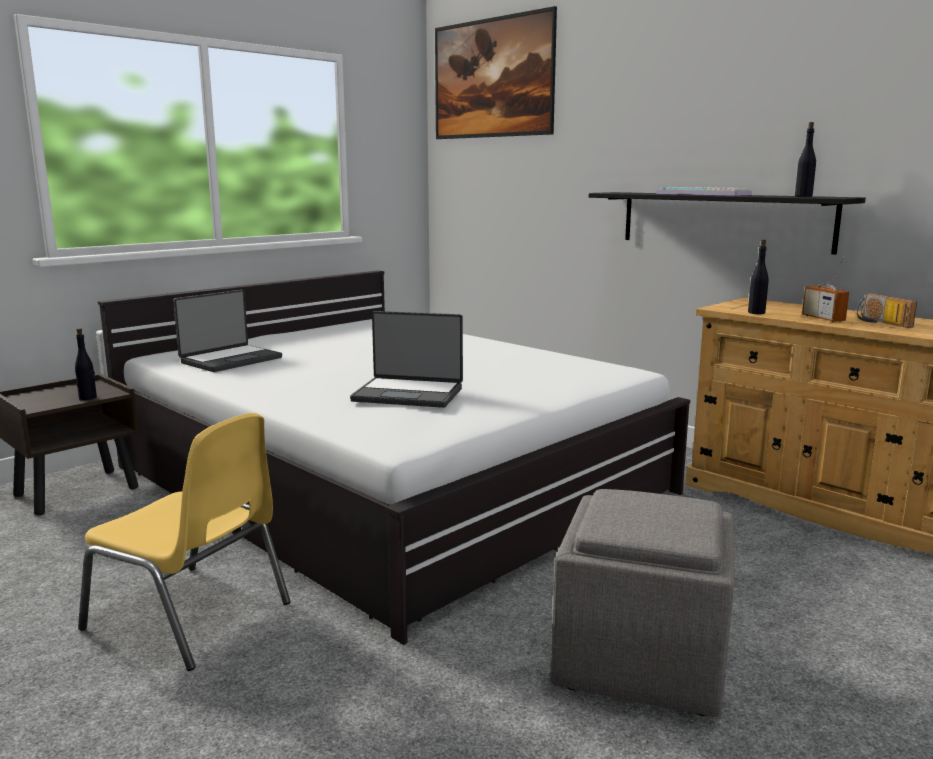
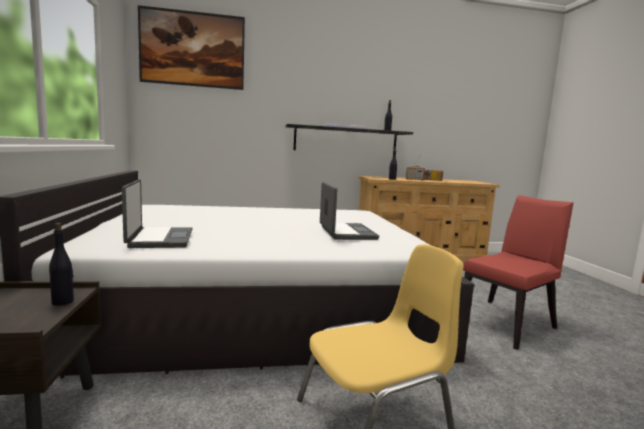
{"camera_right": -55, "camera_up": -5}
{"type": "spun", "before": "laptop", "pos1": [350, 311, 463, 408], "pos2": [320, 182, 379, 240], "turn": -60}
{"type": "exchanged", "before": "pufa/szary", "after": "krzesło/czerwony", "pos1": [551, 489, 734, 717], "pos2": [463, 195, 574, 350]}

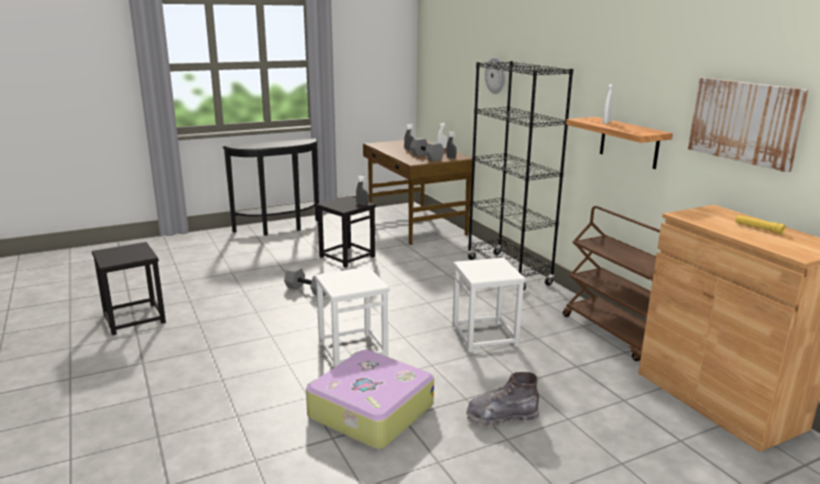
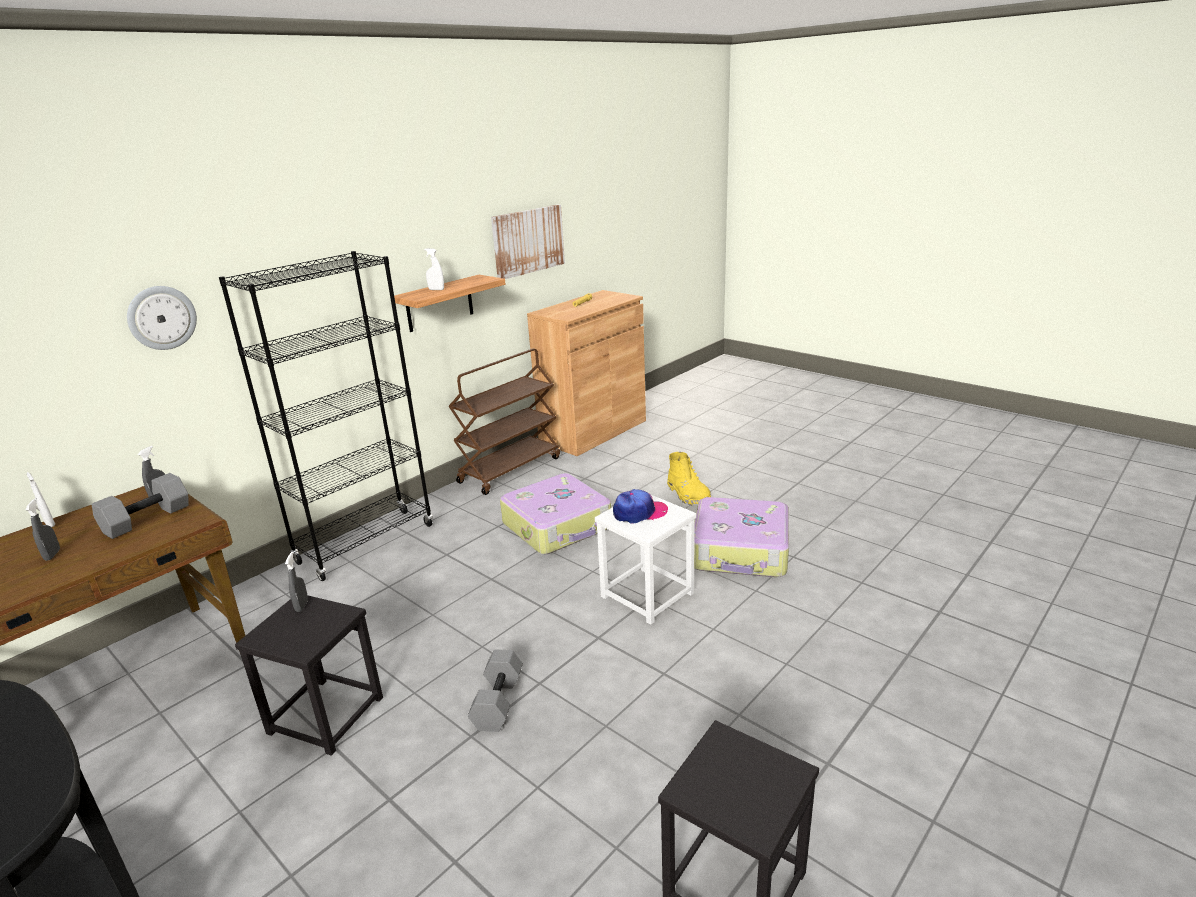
{"camera_right": -110, "camera_up": 5}
{"type": "exchanged", "before": "stołek/biały", "after": "walizka", "pos1": [452, 258, 525, 352], "pos2": [500, 473, 611, 554]}
{"type": "colour", "before": "but z cholewką/szary", "after": "but z cholewką/żółty", "pos1": [466, 372, 540, 427], "pos2": [667, 452, 711, 505]}
{"type": "appeared", "after": "czapka z daszkiem", "pos2": [613, 489, 668, 524]}

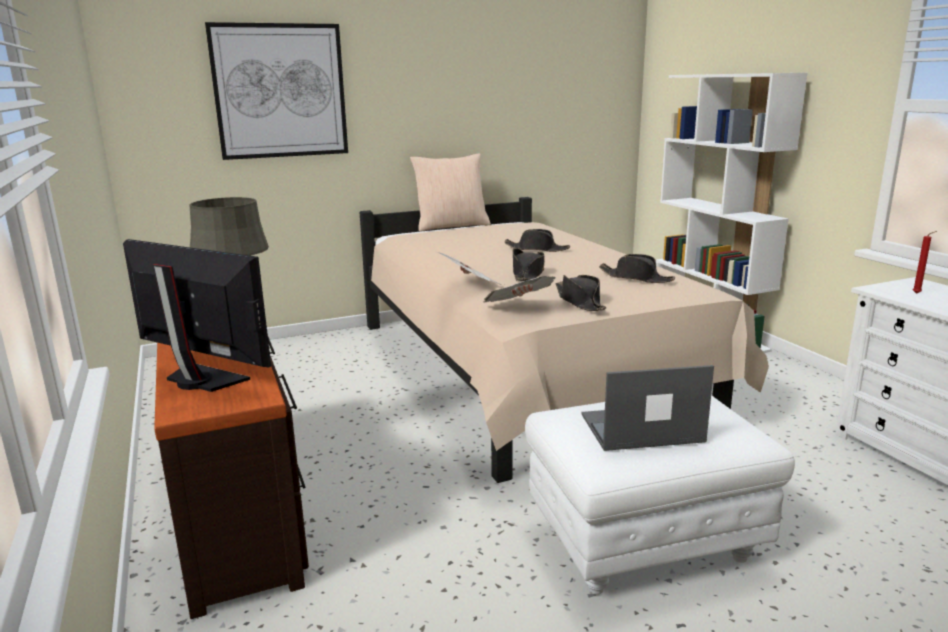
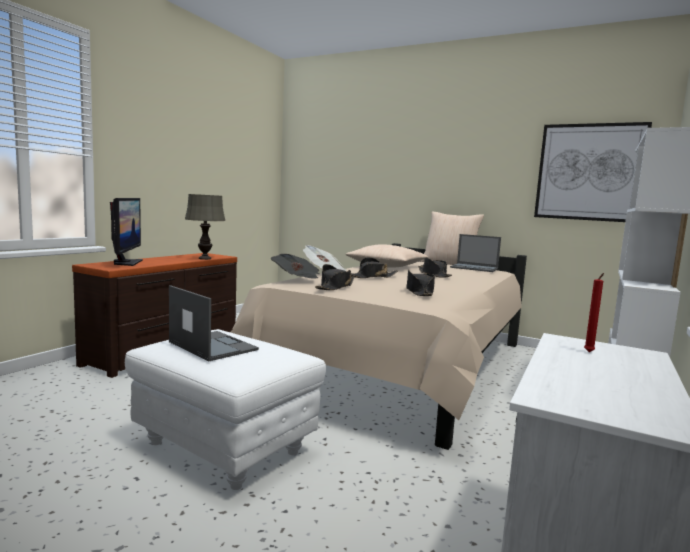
{"camera_right": 50, "camera_up": -10}
{"type": "relocated", "before": "obraz", "pos1": [205, 22, 348, 160], "pos2": [534, 122, 652, 222]}
{"type": "appeared", "after": "laptop", "pos2": [450, 234, 501, 272]}
{"type": "appeared", "after": "poduszka/beżowy", "pos2": [345, 244, 428, 268]}

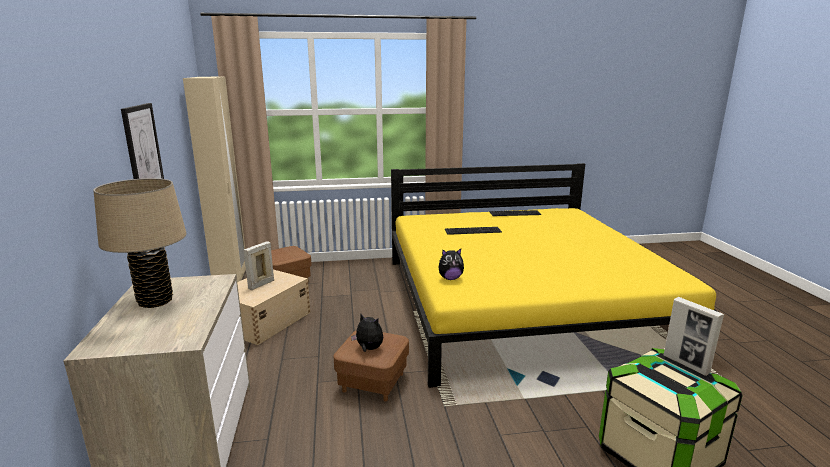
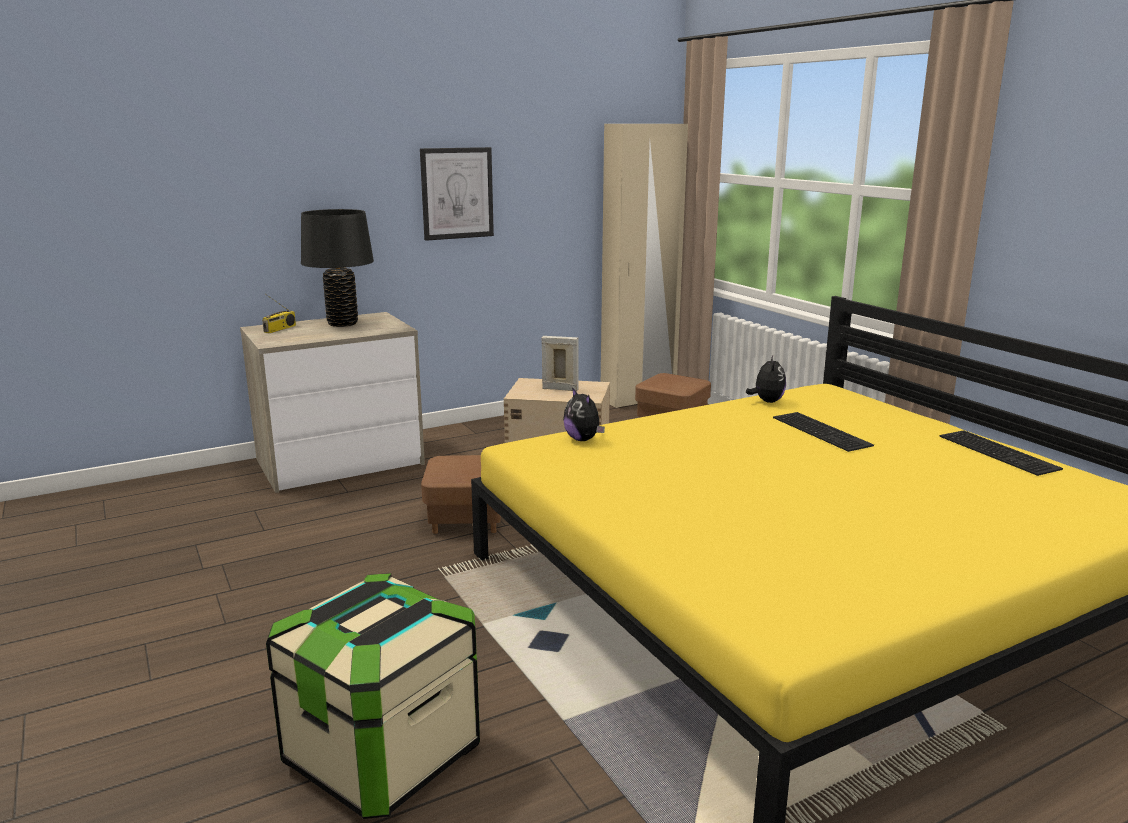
{"camera_right": 70, "camera_up": 0}
{"type": "colour", "before": "lampa stołowa/beżowy", "after": "lampa stołowa/czarny", "pos1": [94, 178, 187, 308], "pos2": [301, 209, 374, 327]}
{"type": "missing", "before": "ramka na zdjęcie", "pos1": [664, 297, 724, 376]}
{"type": "relocated", "before": "pluszak", "pos1": [351, 314, 383, 352], "pos2": [746, 356, 786, 403]}
{"type": "appeared", "after": "radio", "pos2": [262, 294, 296, 333]}

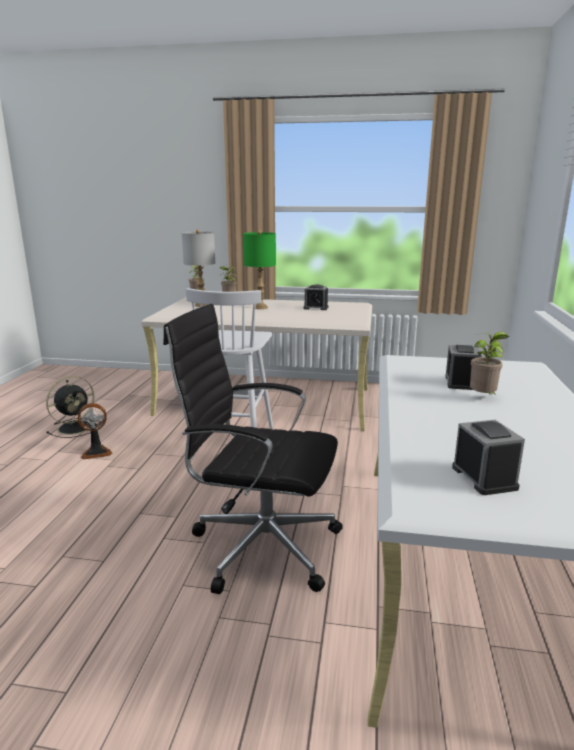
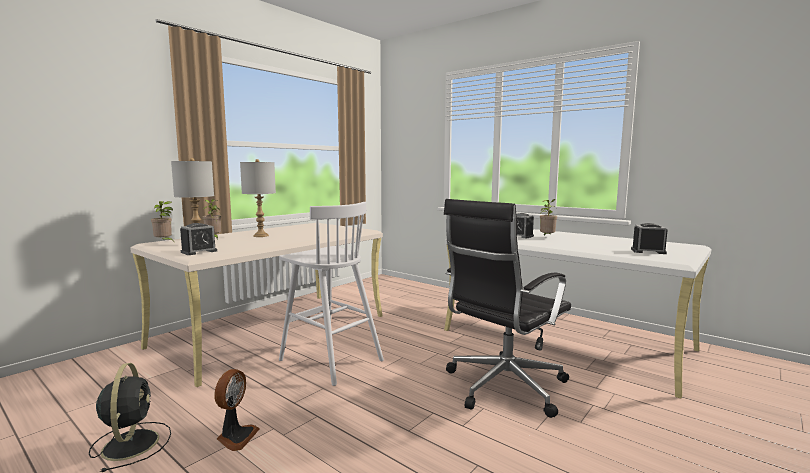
{"camera_right": -60, "camera_up": -10}
{"type": "colour", "before": "lampa stołowa/zielony", "after": "lampa stołowa/szary", "pos1": [243, 230, 276, 309], "pos2": [240, 159, 276, 237]}
{"type": "relocated", "before": "budzik", "pos1": [303, 284, 329, 310], "pos2": [180, 223, 217, 255]}

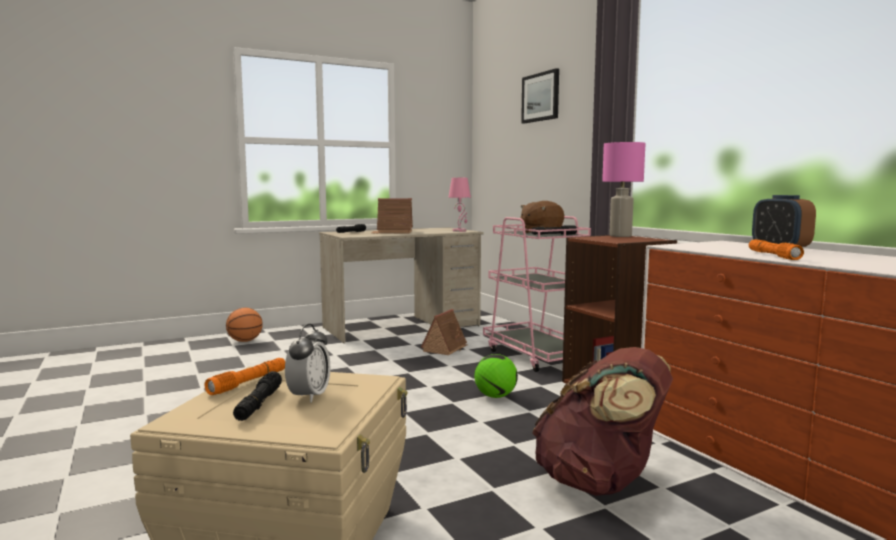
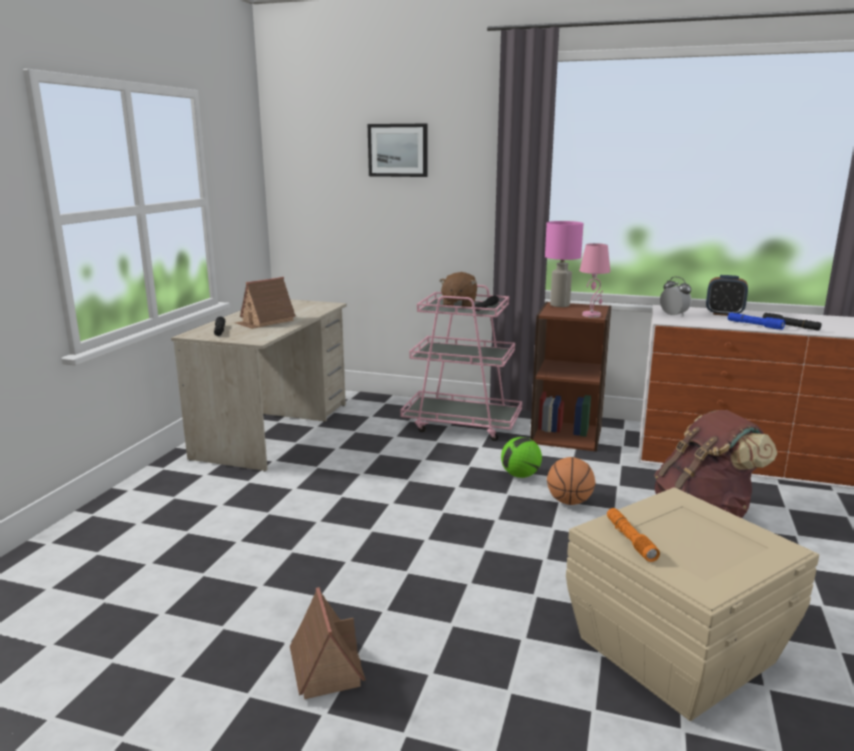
{"camera_right": -45, "camera_up": 10}
{"type": "relocated", "before": "lampa stołowa/różowy", "pos1": [448, 178, 471, 232], "pos2": [579, 243, 610, 318]}
{"type": "colour", "before": "latarka/pomarańczowy", "after": "latarka/niebieski", "pos1": [749, 239, 804, 260], "pos2": [728, 313, 785, 330]}
{"type": "relocated", "before": "piłka do koszykówki", "pos1": [226, 308, 263, 342], "pos2": [547, 457, 595, 505]}
{"type": "relocated", "before": "domek", "pos1": [421, 309, 468, 355], "pos2": [290, 587, 366, 699]}
{"type": "relocated", "before": "budzik", "pos1": [285, 324, 330, 403], "pos2": [660, 277, 691, 317]}
{"type": "relocated", "before": "latarka/czarny", "pos1": [233, 371, 282, 421], "pos2": [762, 313, 822, 331]}

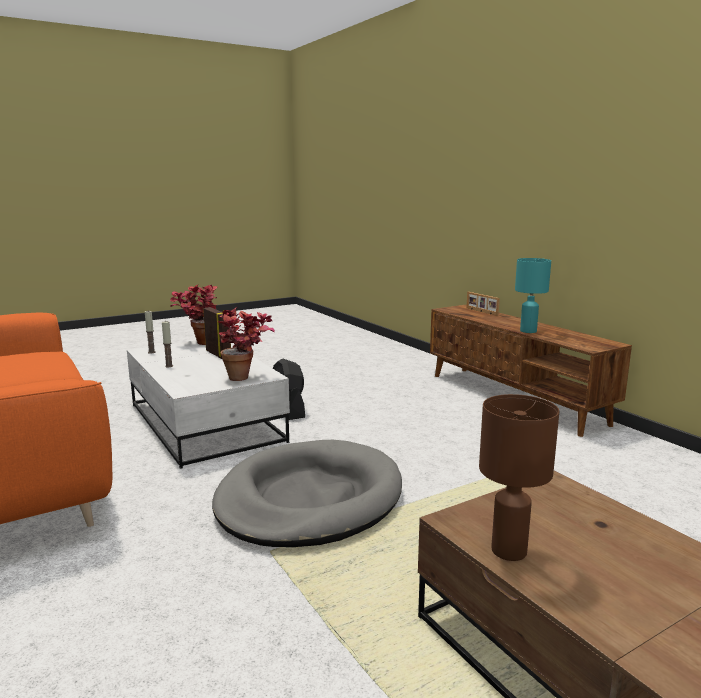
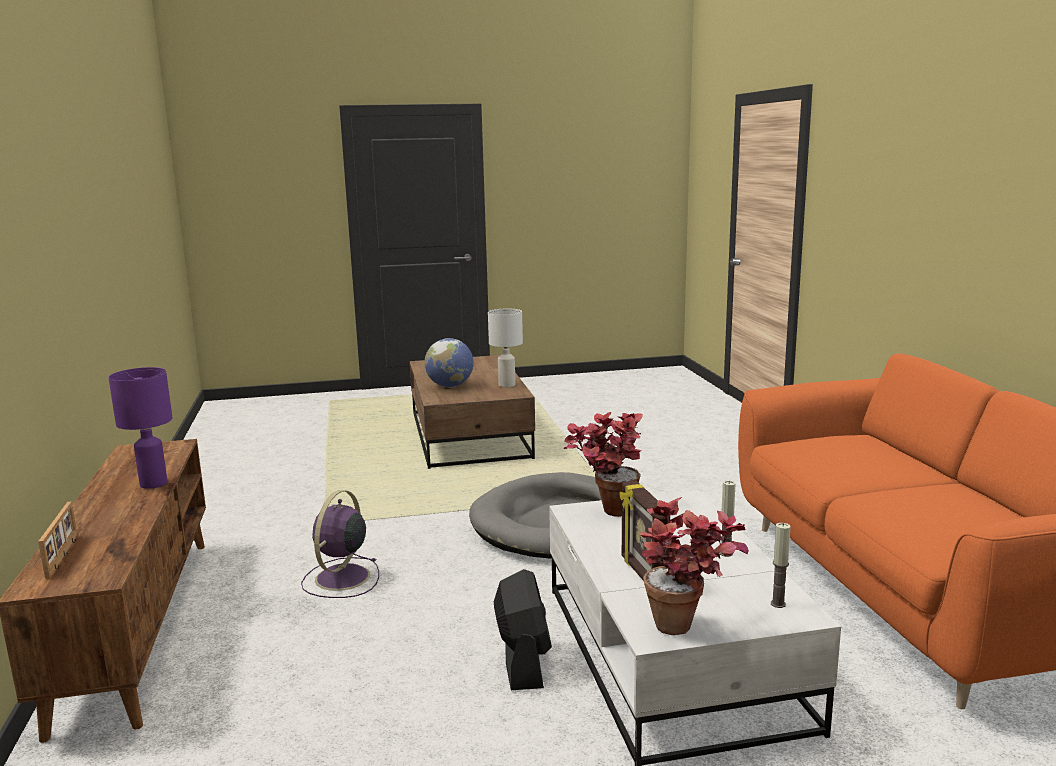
{"camera_right": -160, "camera_up": 0}
{"type": "colour", "before": "lampa stołowa/turkusowy", "after": "lampa stołowa/fioletowy", "pos1": [515, 258, 551, 333], "pos2": [108, 367, 173, 489]}
{"type": "colour", "before": "lampa stołowa/brązowy", "after": "lampa stołowa/biały", "pos1": [479, 394, 559, 561], "pos2": [488, 309, 523, 387]}
{"type": "appeared", "after": "globus", "pos2": [424, 338, 474, 387]}
{"type": "appeared", "after": "wentylator/fioletowy", "pos2": [301, 490, 379, 598]}

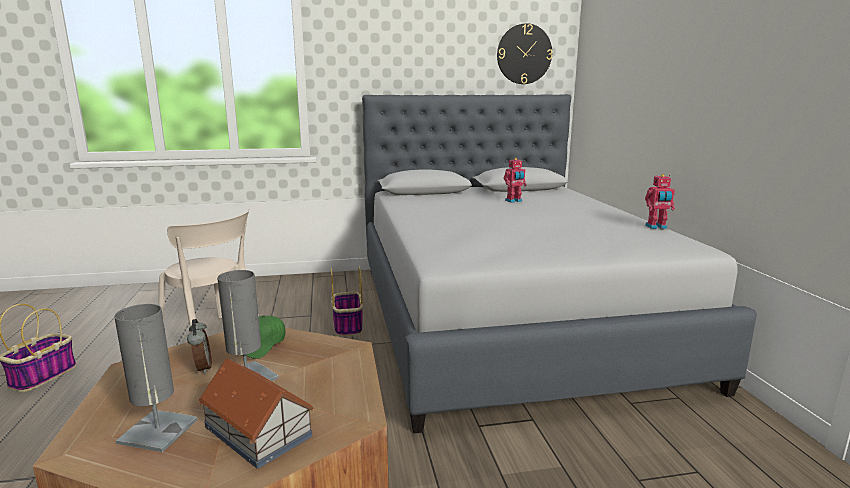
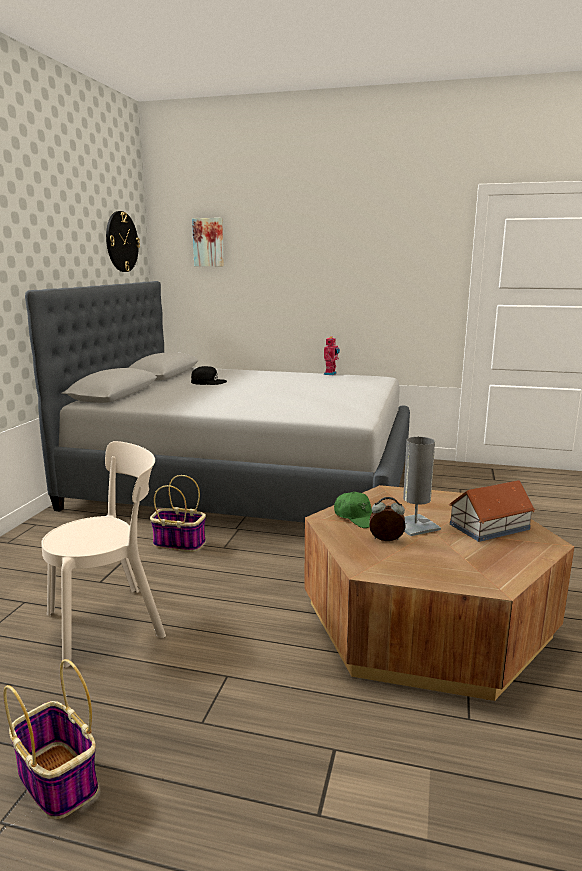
{"camera_right": -65, "camera_up": 0}
{"type": "exchanged", "before": "robot zabawkowy", "after": "czapka z daszkiem/czarny", "pos1": [504, 158, 527, 203], "pos2": [191, 366, 227, 385]}
{"type": "missing", "before": "lampa stołowa/szary", "pos1": [114, 304, 197, 452]}
{"type": "appeared", "after": "obraz", "pos2": [192, 218, 224, 266]}

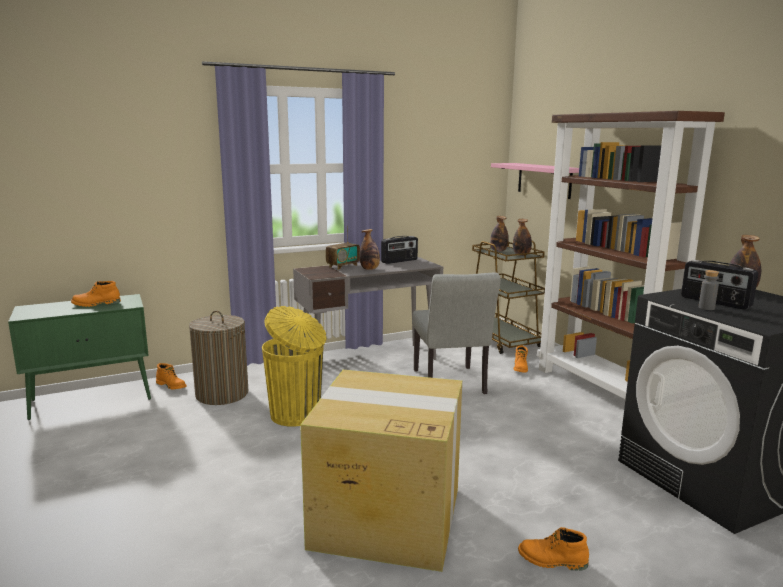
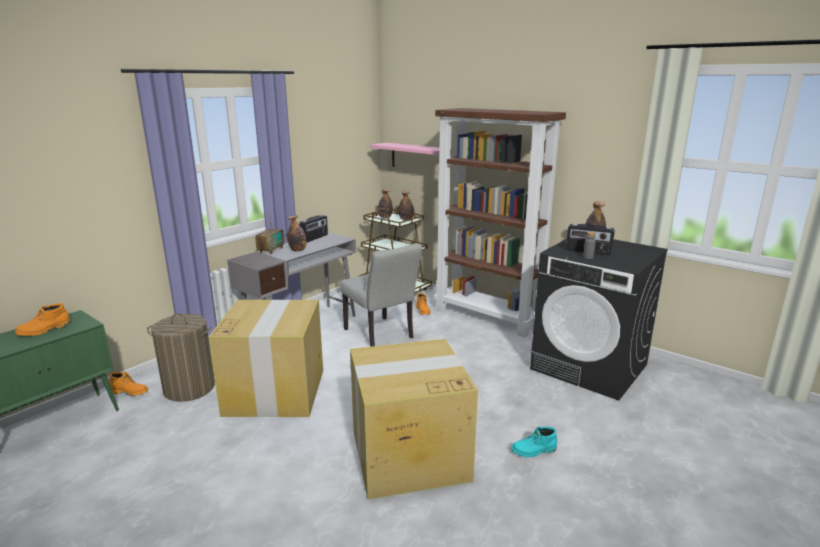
{"camera_right": -25, "camera_up": 5}
{"type": "exchanged", "before": "kosz na śmieci/żółty", "after": "karton", "pos1": [262, 306, 327, 427], "pos2": [208, 300, 323, 417]}
{"type": "colour", "before": "but z cholewką/pomarańczowy", "after": "but z cholewką/turkusowy", "pos1": [518, 527, 589, 571], "pos2": [511, 427, 557, 457]}

